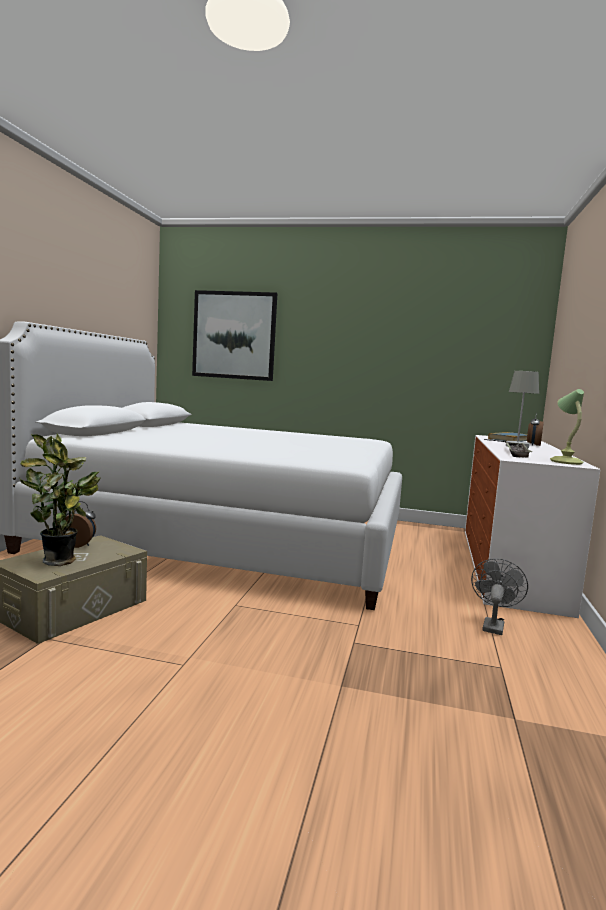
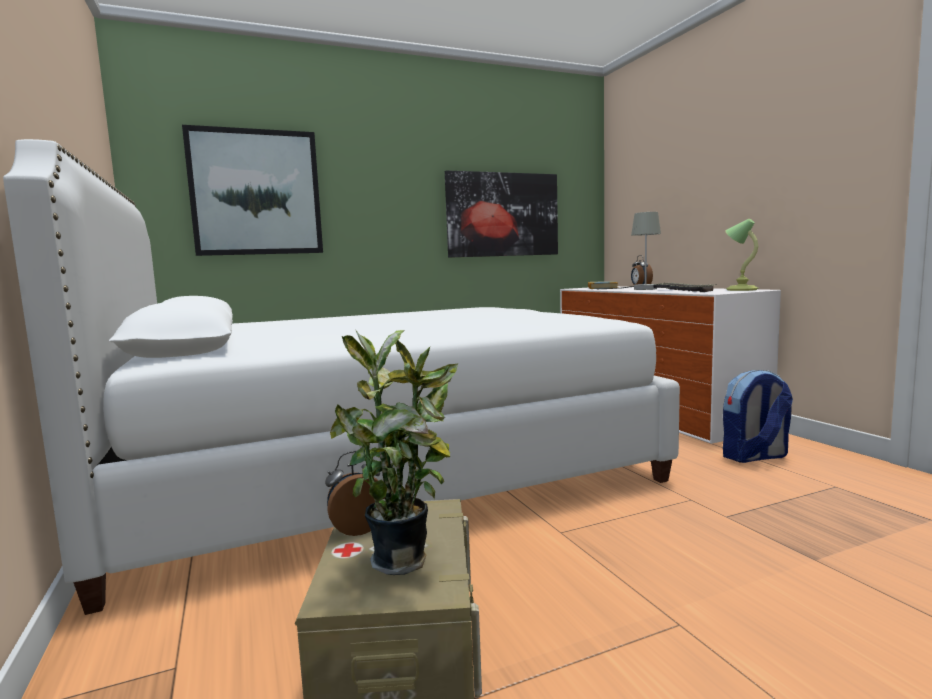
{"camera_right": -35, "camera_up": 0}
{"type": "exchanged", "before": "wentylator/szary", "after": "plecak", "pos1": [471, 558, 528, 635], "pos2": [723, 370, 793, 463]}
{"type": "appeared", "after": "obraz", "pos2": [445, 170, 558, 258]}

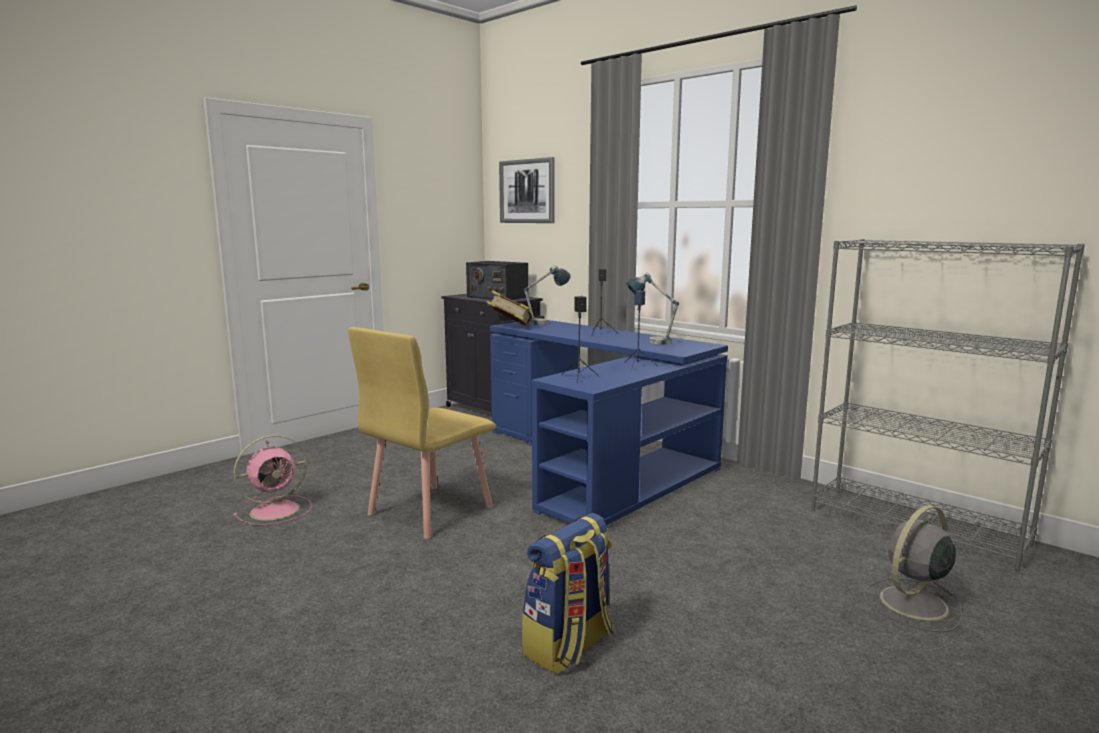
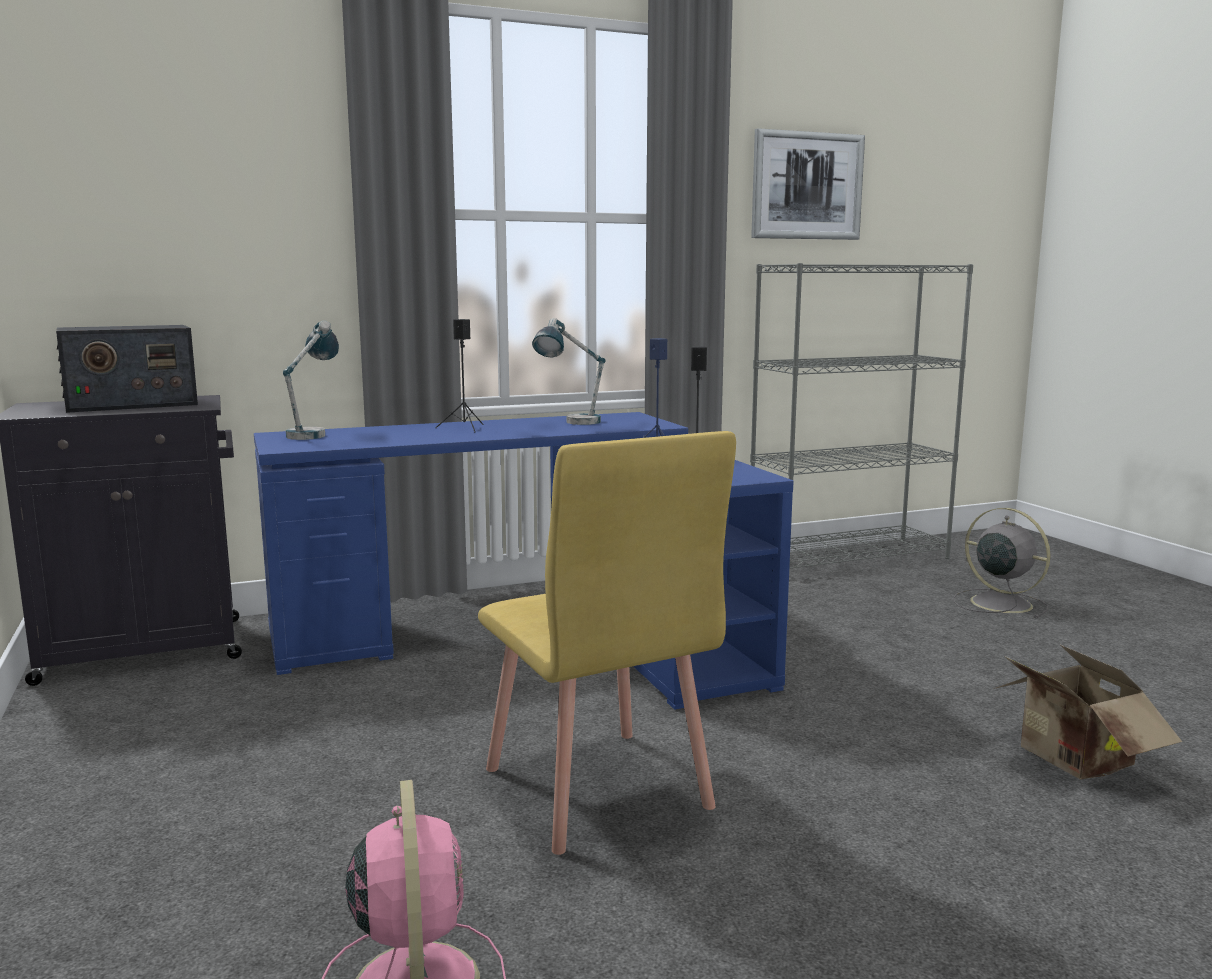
{"camera_right": -65, "camera_up": 0}
{"type": "relocated", "before": "obraz", "pos1": [499, 157, 555, 223], "pos2": [751, 128, 865, 240]}
{"type": "missing", "before": "książka", "pos1": [486, 291, 532, 326]}
{"type": "spun", "before": "wentylator/szary", "pos1": [864, 505, 962, 632], "pos2": [953, 508, 1051, 619], "turn": 150}
{"type": "exchanged", "before": "plecak", "after": "karton", "pos1": [522, 513, 613, 674], "pos2": [993, 645, 1182, 780]}

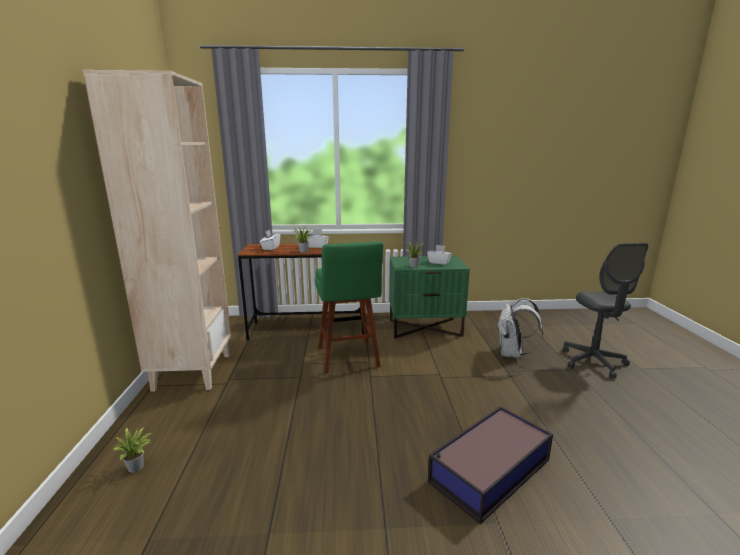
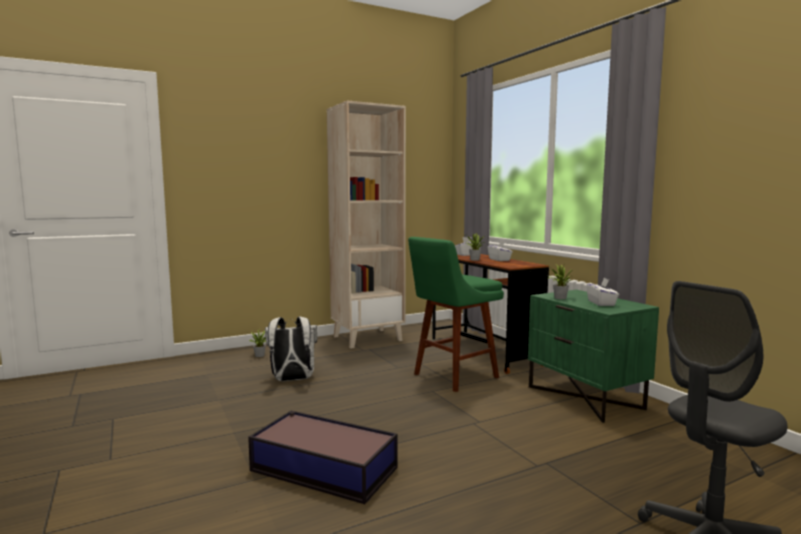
{"camera_right": 65, "camera_up": -10}
{"type": "relocated", "before": "plecak/biały", "pos1": [498, 298, 543, 358], "pos2": [265, 317, 317, 381]}

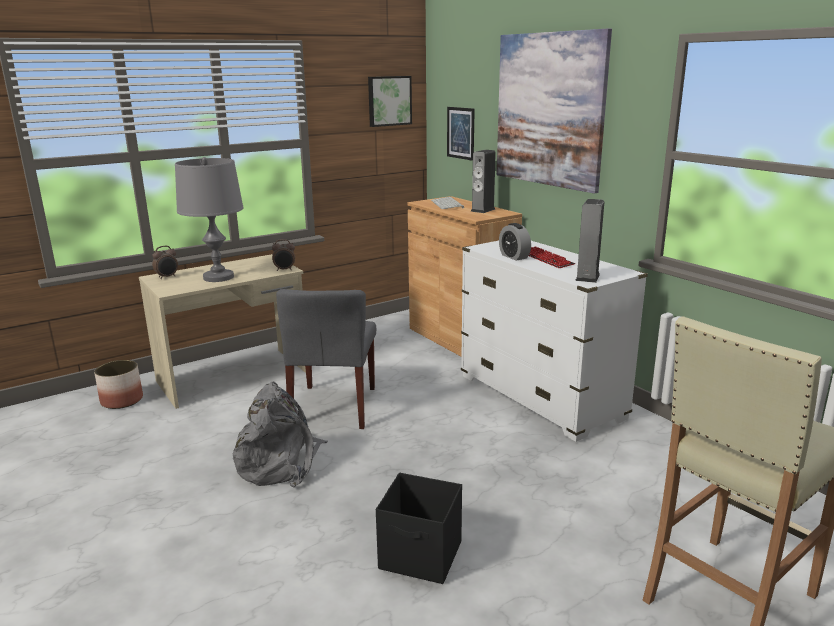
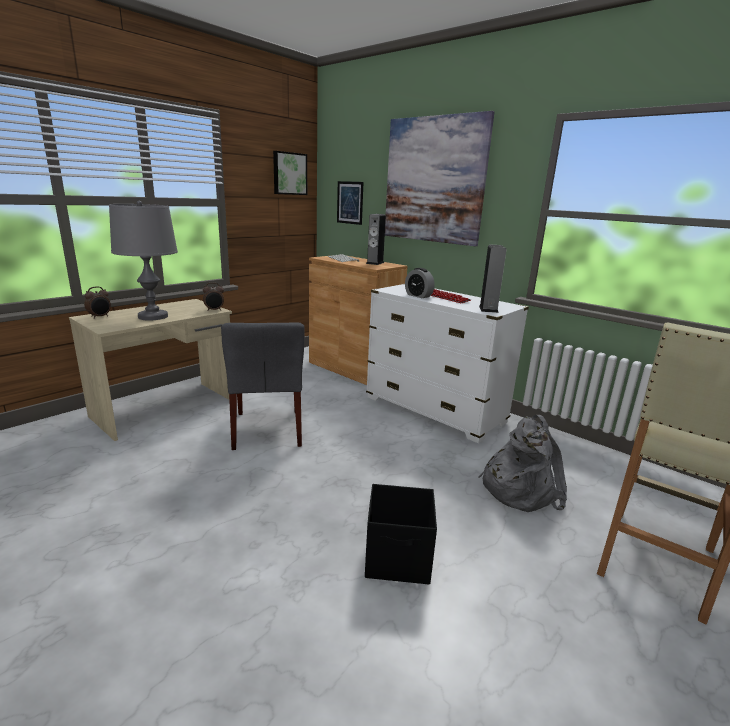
{"camera_right": -15, "camera_up": 0}
{"type": "missing", "before": "donica", "pos1": [94, 360, 143, 409]}
{"type": "relocated", "before": "plecak/szary", "pos1": [233, 382, 328, 488], "pos2": [478, 415, 567, 512]}

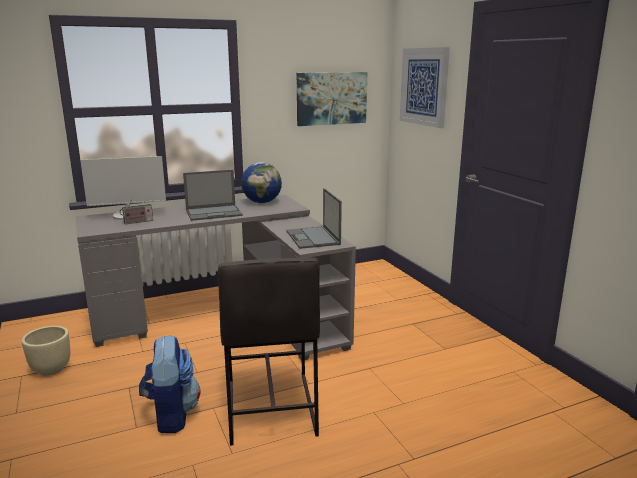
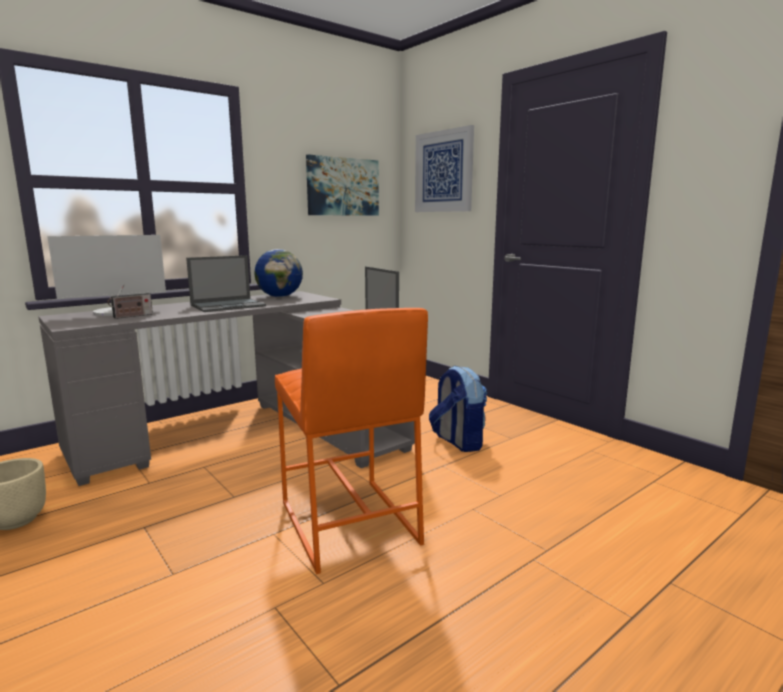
{"camera_right": -15, "camera_up": -5}
{"type": "colour", "before": "stołek/szary", "after": "stołek/pomarańczowy", "pos1": [218, 258, 320, 446], "pos2": [275, 308, 428, 574]}
{"type": "relocated", "before": "plecak", "pos1": [139, 336, 201, 433], "pos2": [429, 365, 487, 452]}

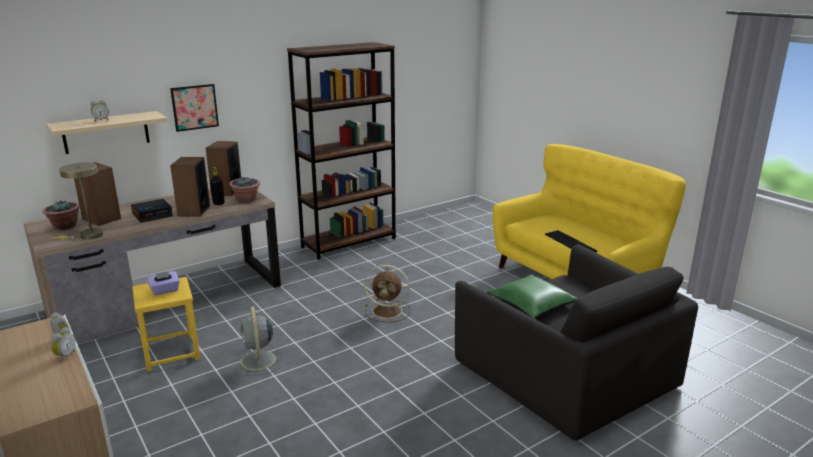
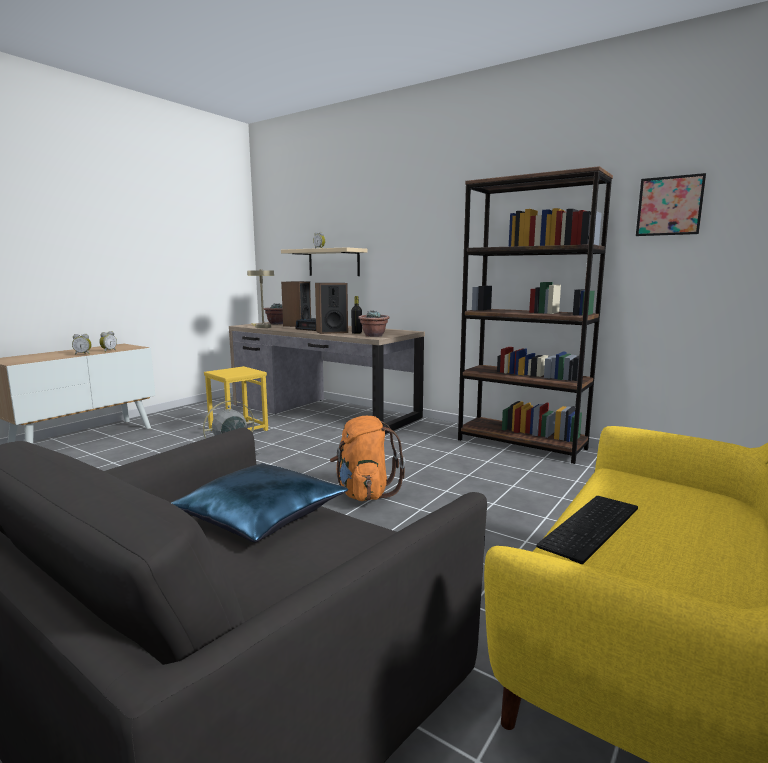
{"camera_right": 70, "camera_up": -10}
{"type": "relocated", "before": "obraz", "pos1": [170, 84, 219, 132], "pos2": [636, 173, 706, 236]}
{"type": "missing", "before": "głośnik", "pos1": [206, 141, 241, 196]}
{"type": "exchanged", "before": "wentylator/brązowy", "after": "plecak/pomarańczowy", "pos1": [364, 265, 410, 322], "pos2": [330, 416, 405, 501]}
{"type": "missing", "before": "pudełko chusteczek/fioletowy", "pos1": [147, 271, 180, 296]}
{"type": "colour", "before": "poduszka/zielony", "after": "poduszka/niebieski", "pos1": [486, 275, 578, 319], "pos2": [171, 463, 348, 542]}

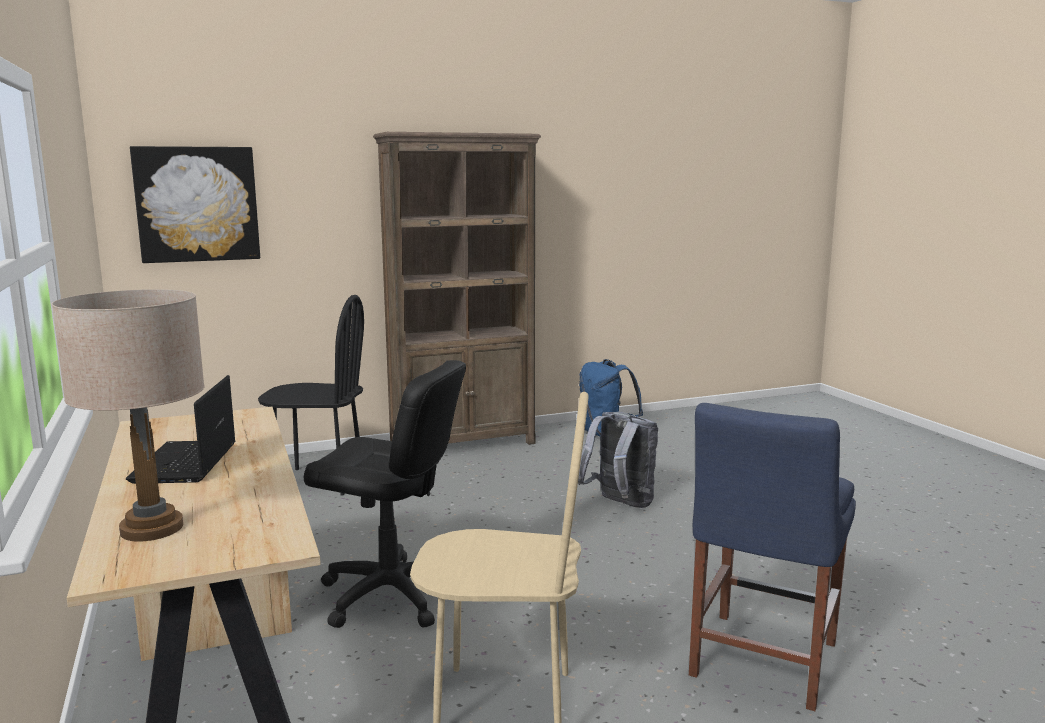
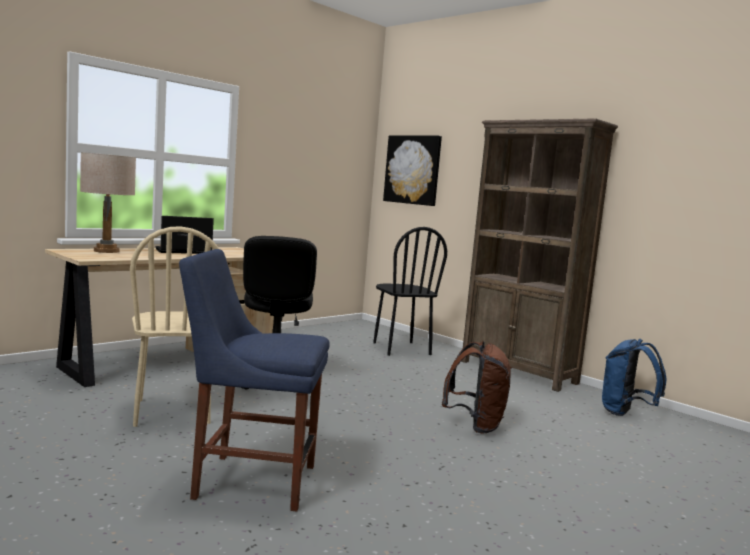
{"camera_right": 65, "camera_up": -5}
{"type": "colour", "before": "plecak/szary", "after": "plecak/brązowy", "pos1": [578, 412, 658, 508], "pos2": [442, 341, 512, 433]}

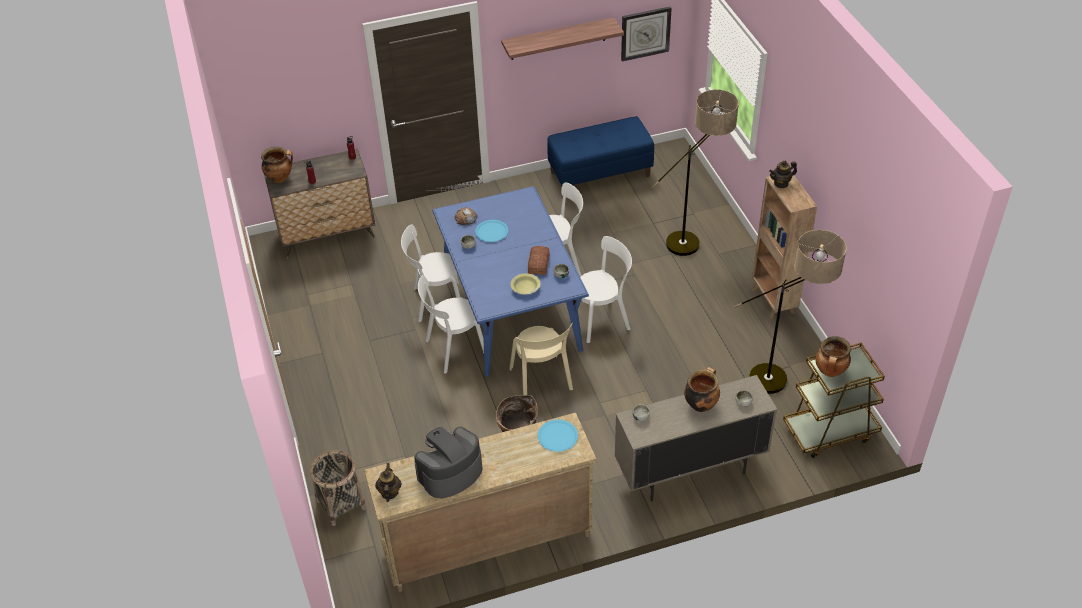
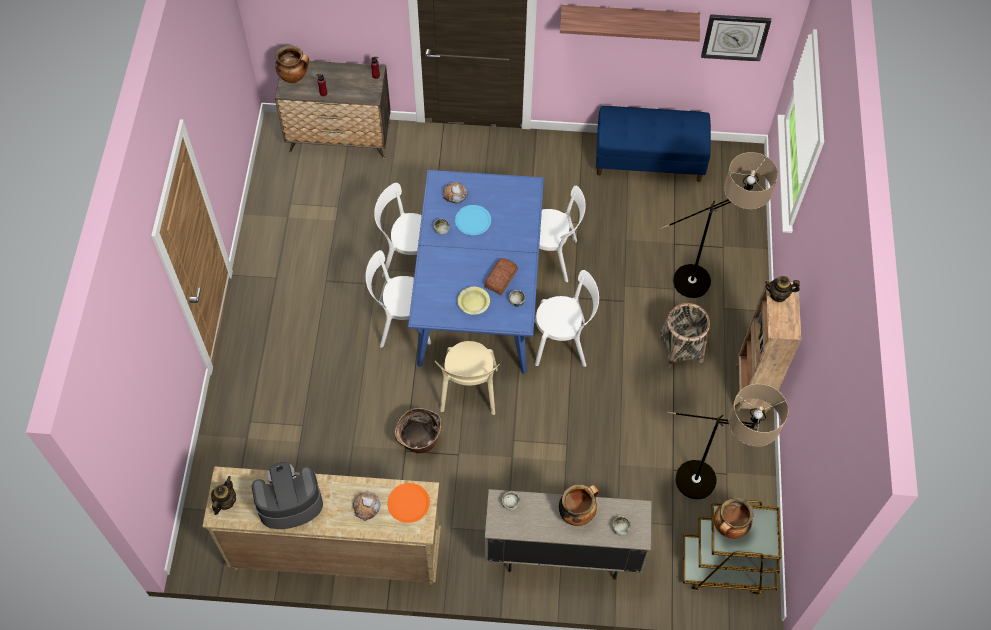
{"camera_right": 20, "camera_up": 15}
{"type": "colour", "before": "talerz/niebieski", "after": "talerz/pomarańczowy", "pos1": [538, 419, 578, 452], "pos2": [387, 483, 430, 523]}
{"type": "relocated", "before": "koszyk", "pos1": [310, 450, 367, 526], "pos2": [659, 303, 710, 368]}
{"type": "appeared", "after": "chleb", "pos2": [353, 491, 380, 521]}

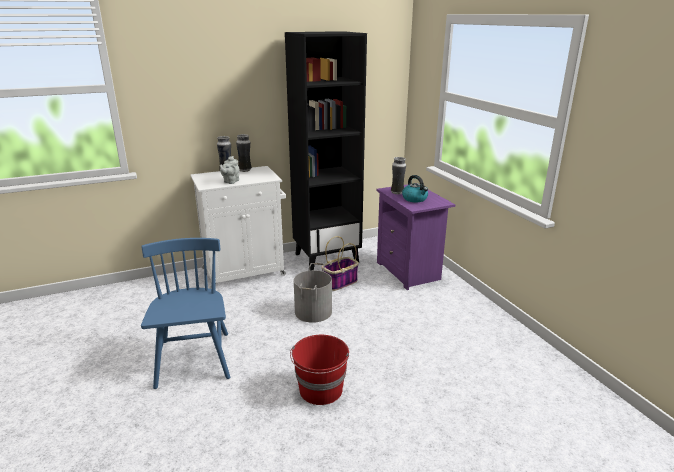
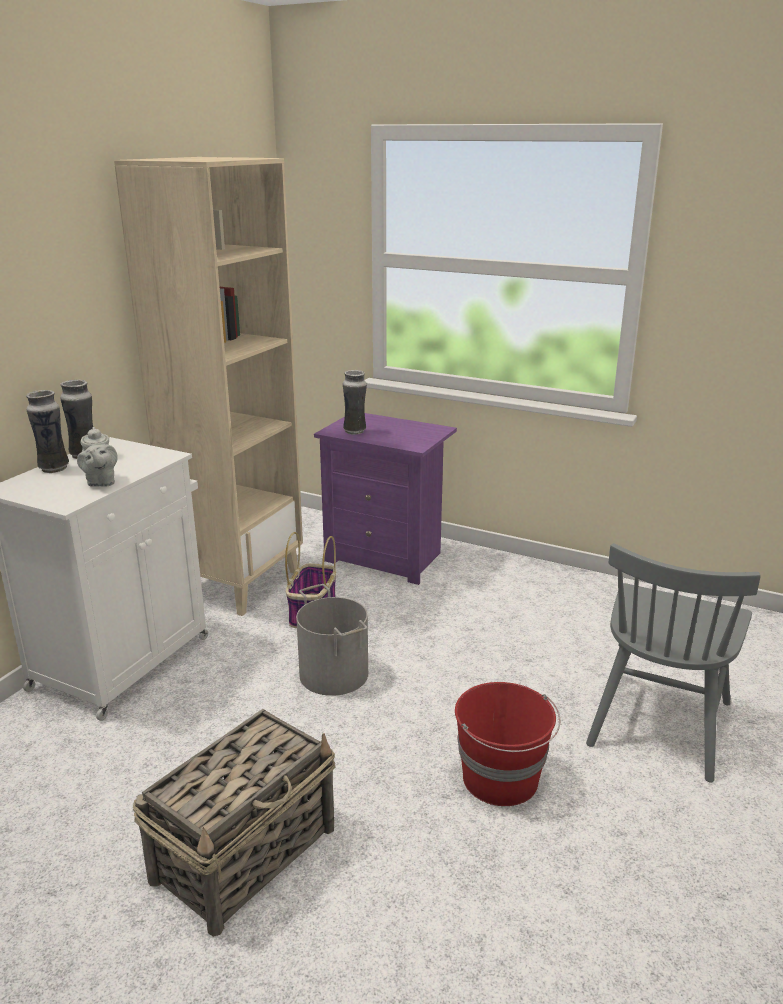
{"camera_right": -40, "camera_up": 0}
{"type": "colour", "before": "regał/czarny", "after": "regał/beżowy", "pos1": [285, 31, 367, 270], "pos2": [114, 157, 303, 616]}
{"type": "missing", "before": "czajnik", "pos1": [402, 175, 428, 202]}
{"type": "exchanged", "before": "krzesło/niebieski", "after": "koszyk", "pos1": [141, 238, 230, 389], "pos2": [133, 709, 336, 937]}
{"type": "appeared", "after": "krzesło/szary", "pos2": [586, 543, 761, 783]}

